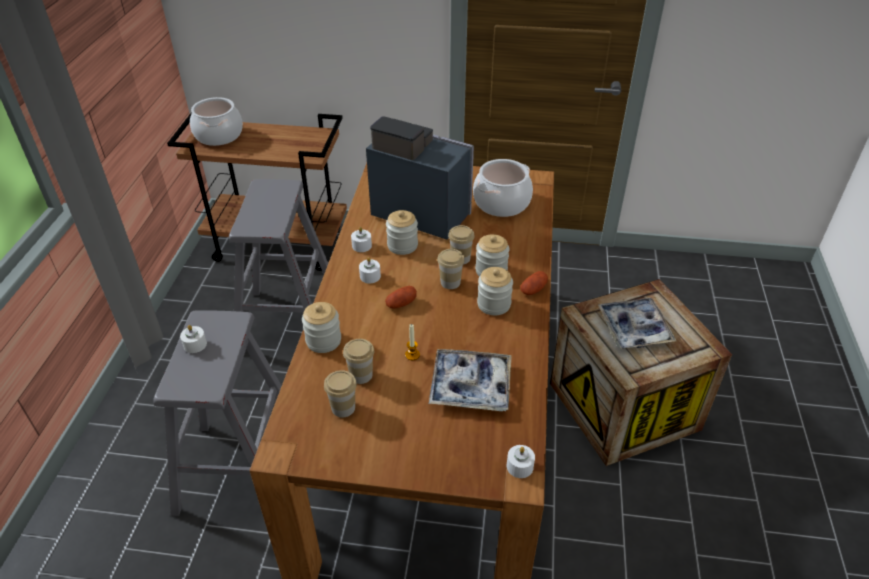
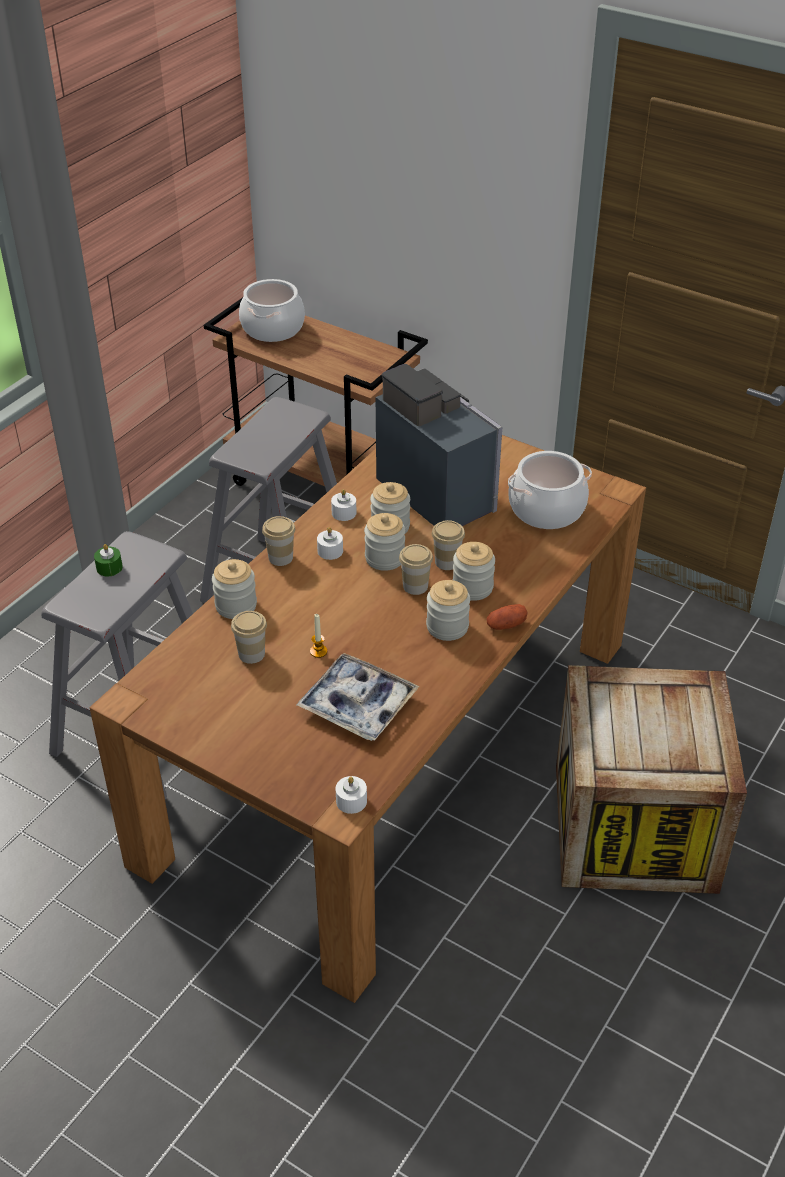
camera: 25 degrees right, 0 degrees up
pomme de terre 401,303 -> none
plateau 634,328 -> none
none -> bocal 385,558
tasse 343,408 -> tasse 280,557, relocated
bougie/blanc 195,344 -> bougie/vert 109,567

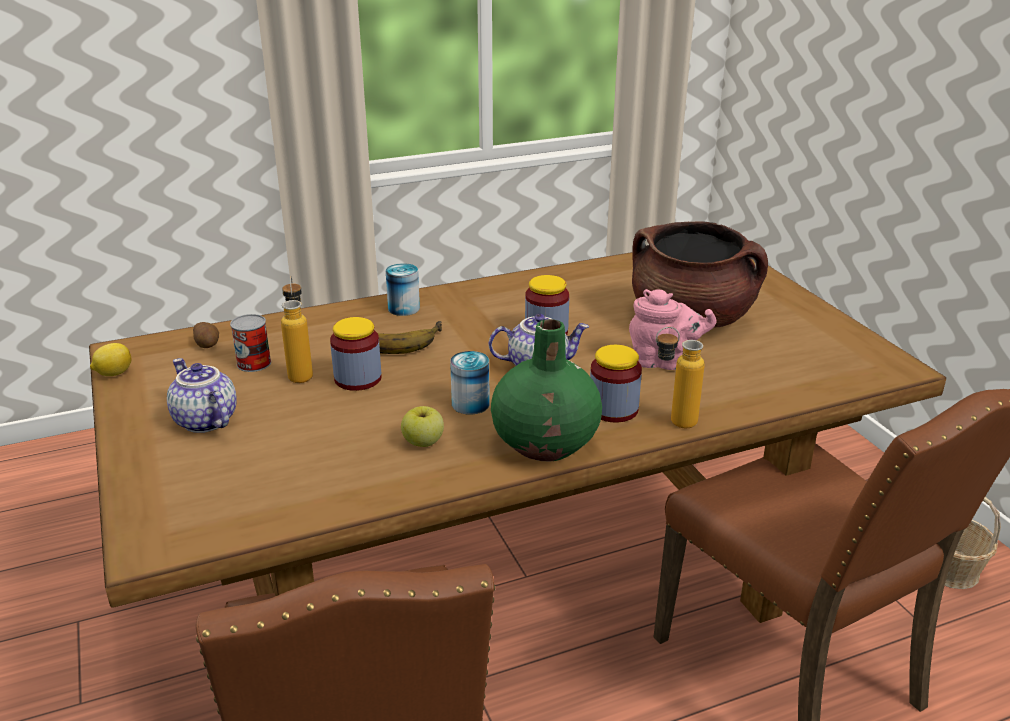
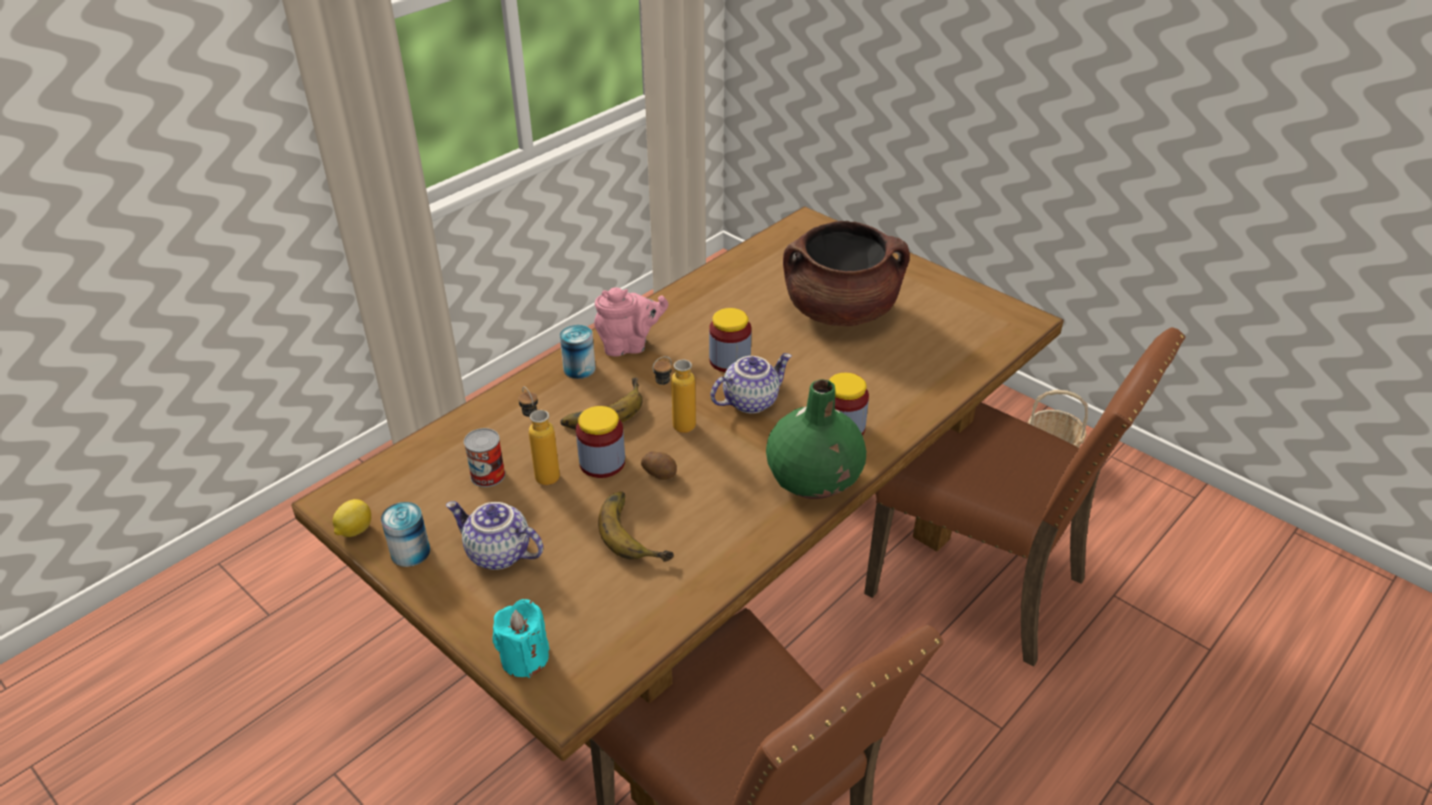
camera: 25 degrees left, 10 degrees up
pomme 423,442 -> none
none -> bougie/turquoise 524,658
none -> banane 638,530
pomme de terre 207,344 -> pomme de terre 660,473, relocated
boîte métallique 470,404 -> boîte métallique 410,552, relocated
théière/rose 664,362 -> théière/rose 629,346, relocated
bouteille 672,422 -> bouteille 675,429, relocated

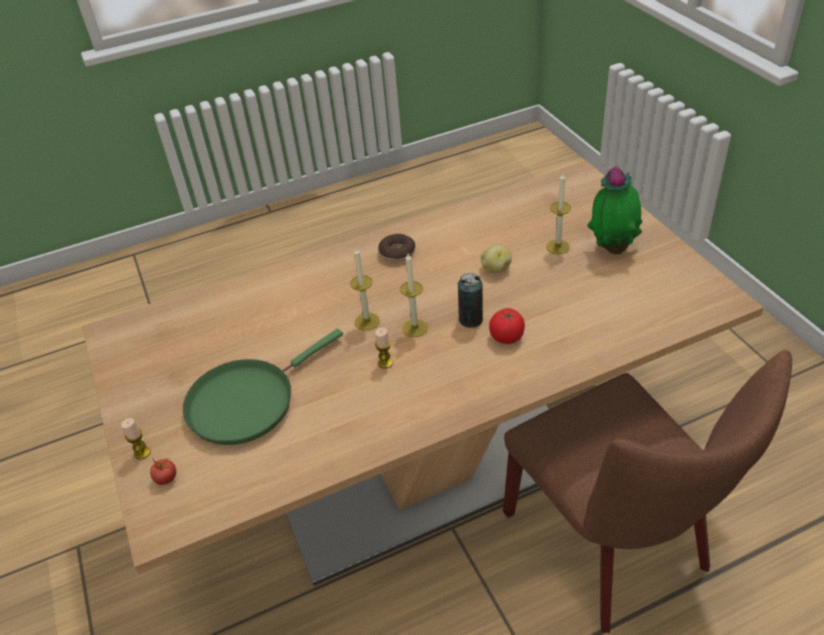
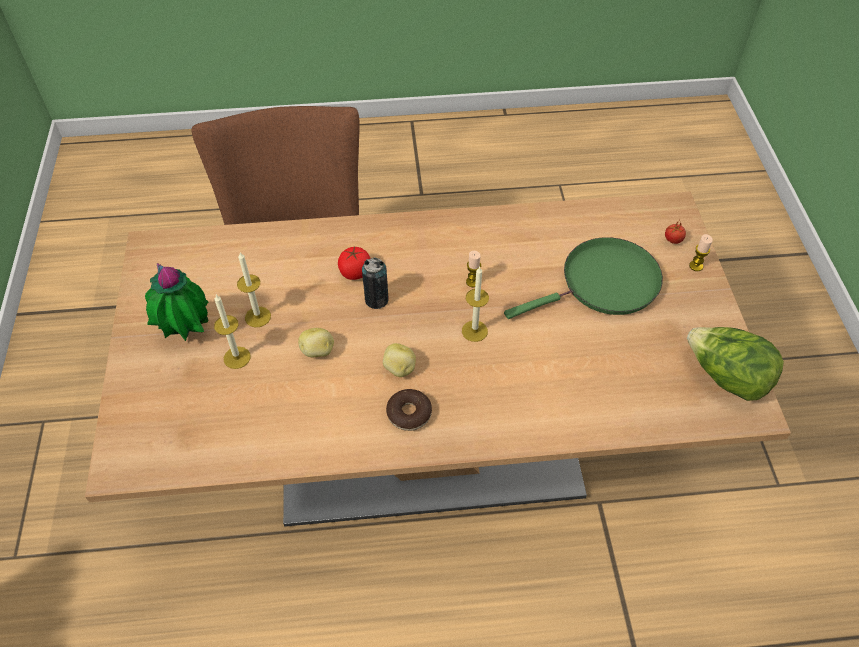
camera: 165 degrees left, 10 degrees up
none -> pomme de terre 399,369
none -> laitue 726,377
bougie 415,328 -> bougie 258,317, relocated

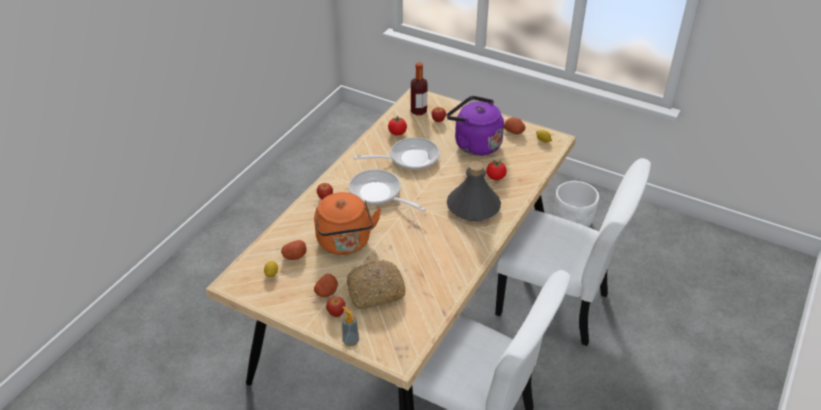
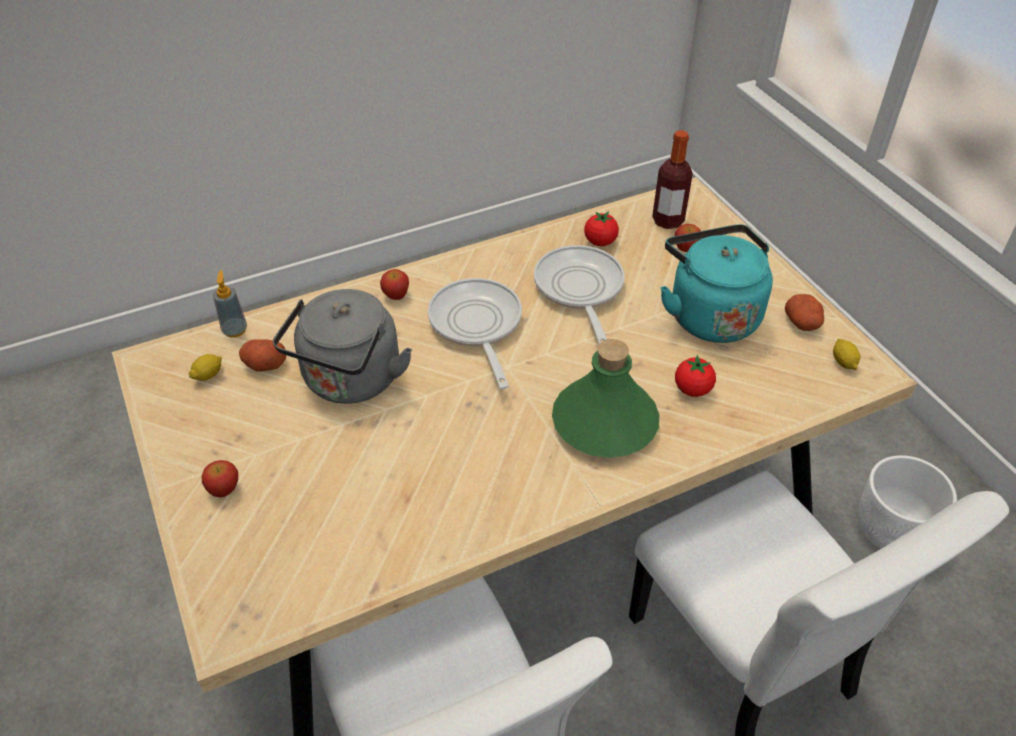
camera: 35 degrees right, 5 degrees up
pomme de terre 326,292 -> none
pain 375,291 -> none
distributeur de savon 350,341 -> distributeur de savon 235,330, relocated
bouilloire/orange 345,243 -> bouilloire/gris 350,381
bouilloire/violet 474,144 -> bouilloire/turquoise 710,314
bouteille/gris 473,207 -> bouteille/vert 604,423
poêle 409,158 -> poêle 579,290, 120 degrees counterclockwise

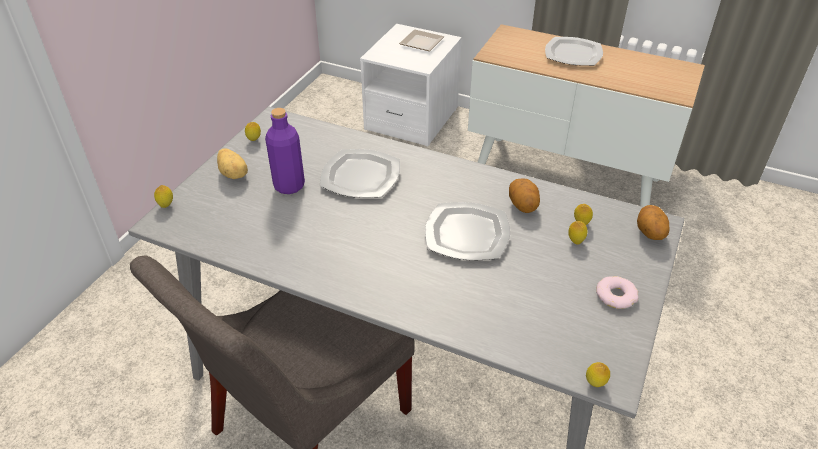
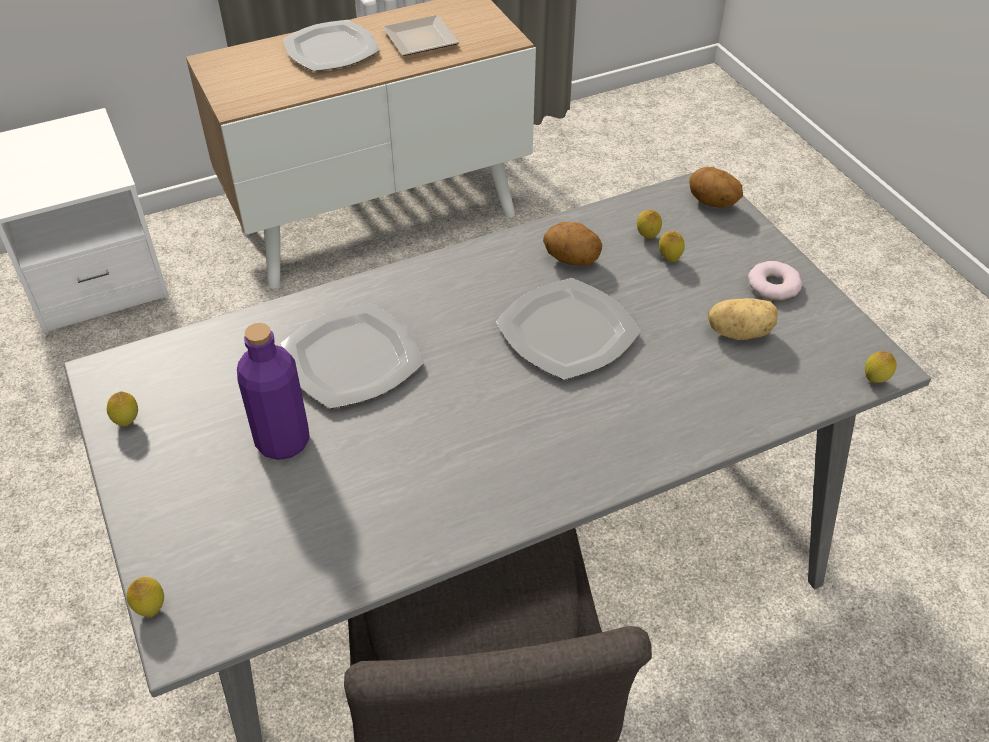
camera: 50 degrees left, 5 degrees up
pomme de terre 234,174 -> pomme de terre 739,332, relocated
assiette 420,43 -> assiette 419,41, relocated

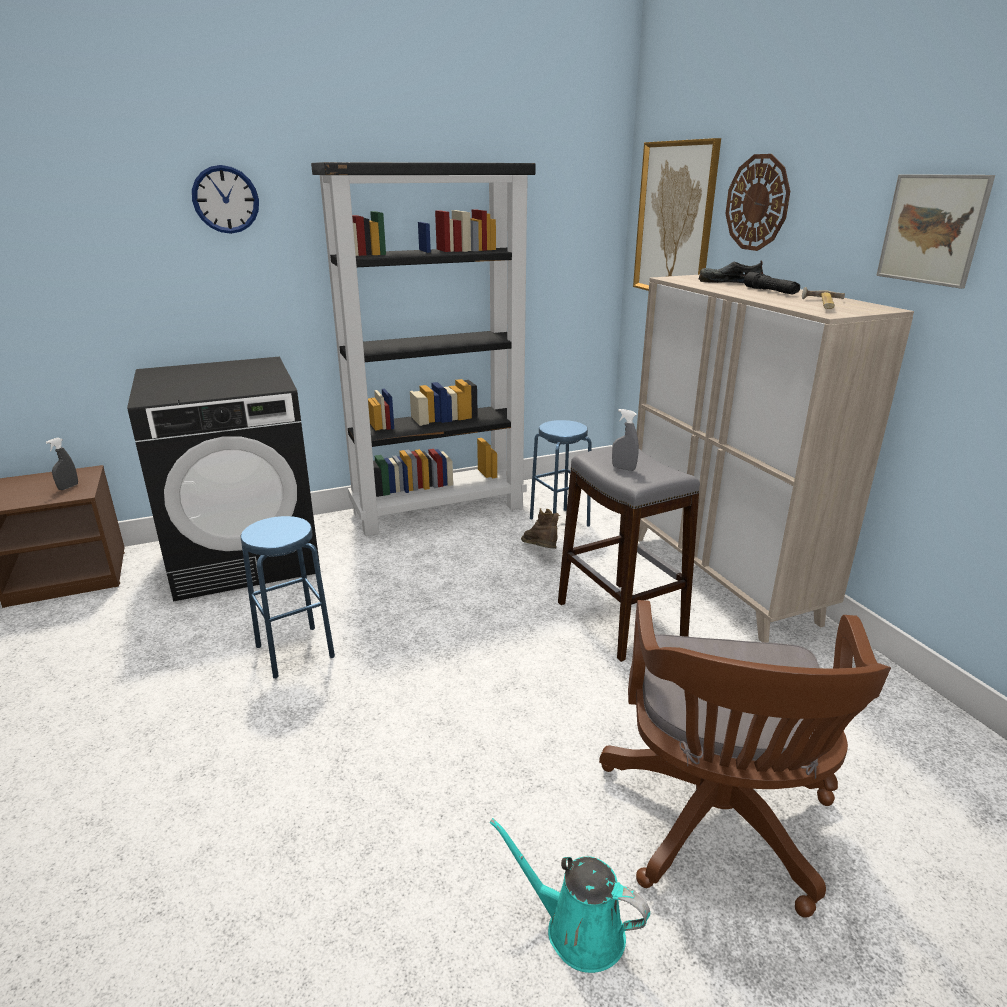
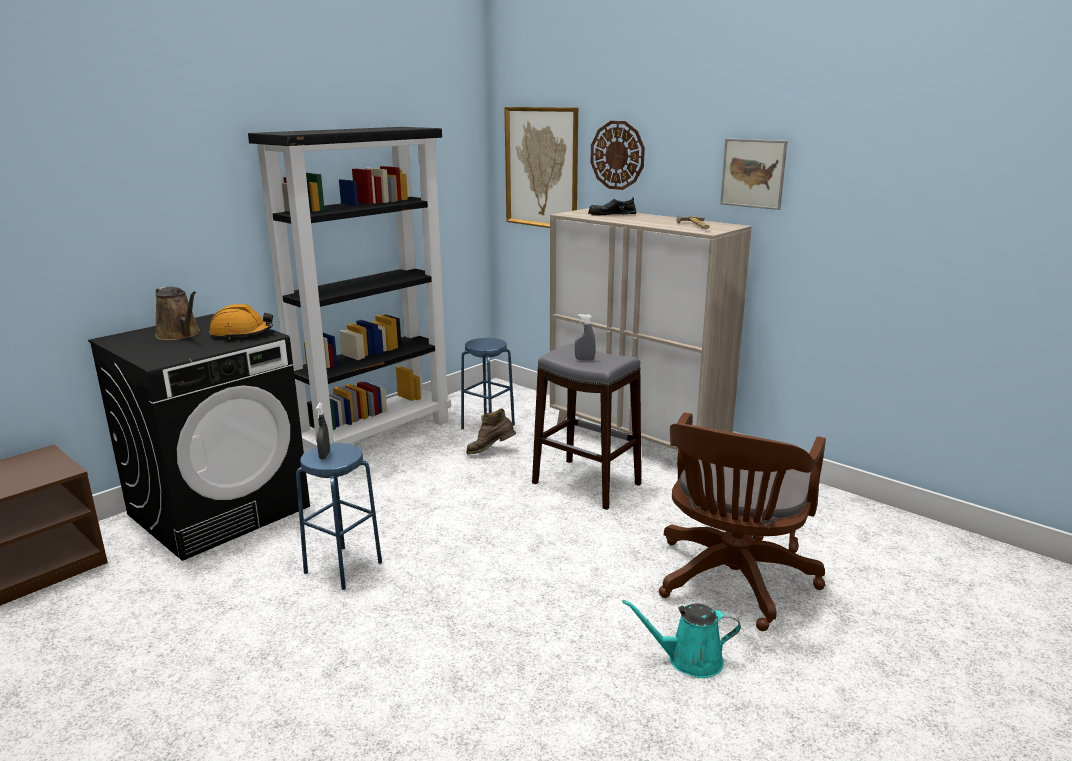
camera: 25 degrees left, 5 degrees down
horloge murale 225,199 -> none
lampe de poche/noir 770,291 -> none
none -> arrosoir/marron 180,335
none -> casque de chantier/orange 241,334
vaporisateur/gris 68,487 -> vaporisateur/gris 324,455, relocated
botte/marron 540,552 -> botte/marron 490,451, 60 degrees counterclockwise
chaise de bureau/marron 717,824 -> chaise de bureau/marron 731,583, 45 degrees clockwise

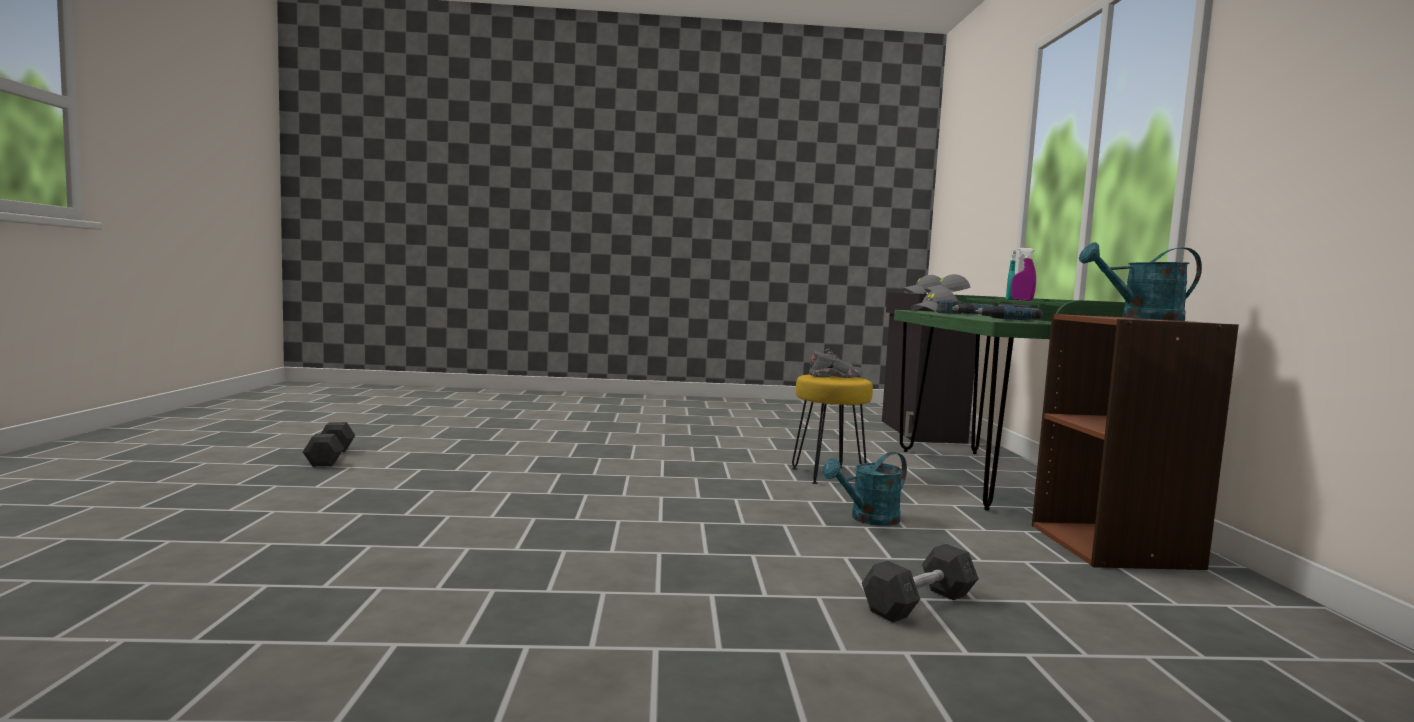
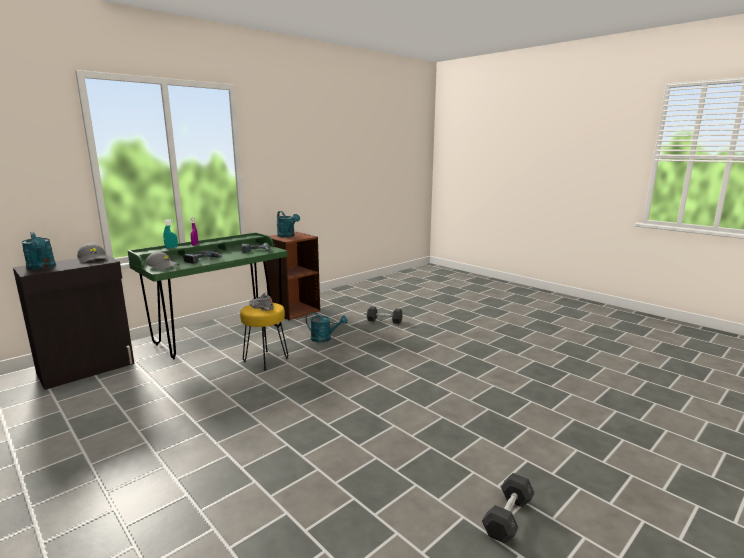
camera: 130 degrees left, 10 degrees up
casquette/gris 923,293 -> arrosoir/turquoise 42,267

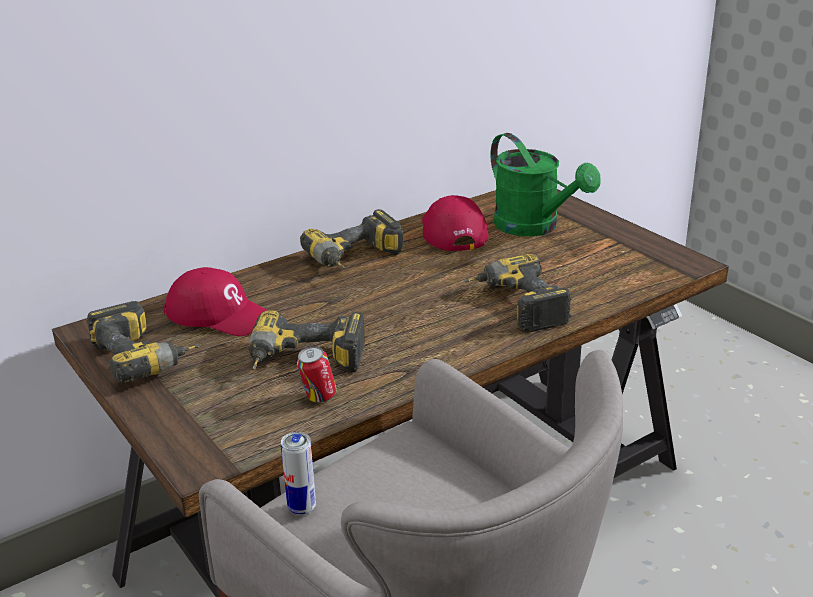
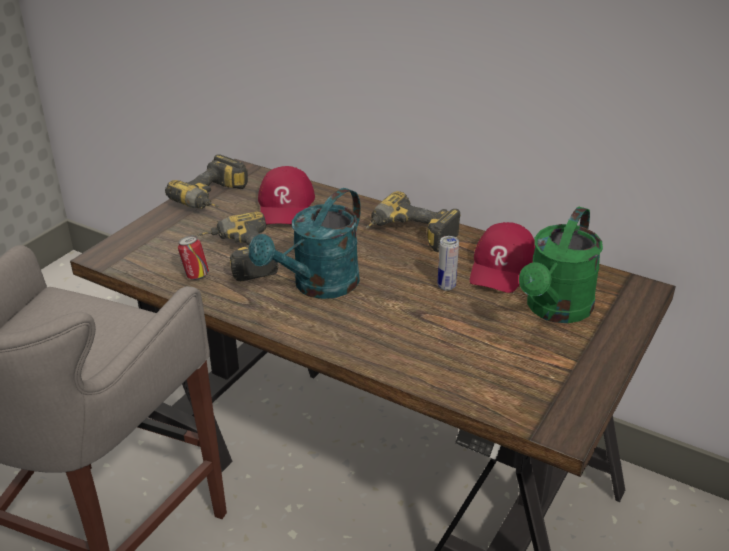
camera: 65 degrees right, 5 degrees up
perceuse 514,307 -> none
none -> arrosoir/turquoise 318,286
boîte métallique 302,507 -> boîte métallique 446,286, relocated
casquette/rouge 451,231 -> casquette/rouge 502,267, 150 degrees clockwise

